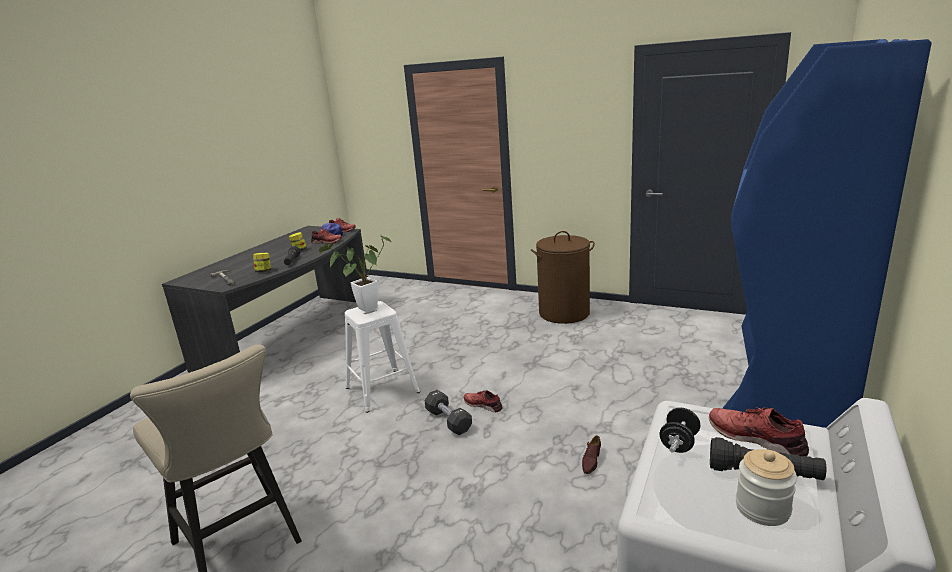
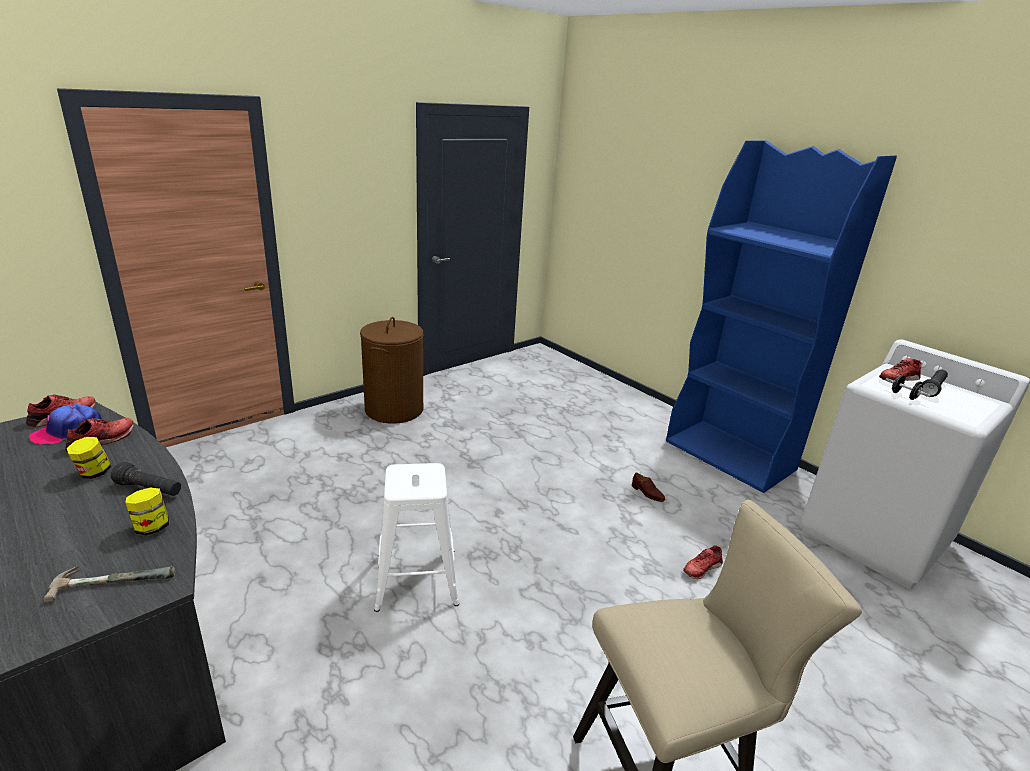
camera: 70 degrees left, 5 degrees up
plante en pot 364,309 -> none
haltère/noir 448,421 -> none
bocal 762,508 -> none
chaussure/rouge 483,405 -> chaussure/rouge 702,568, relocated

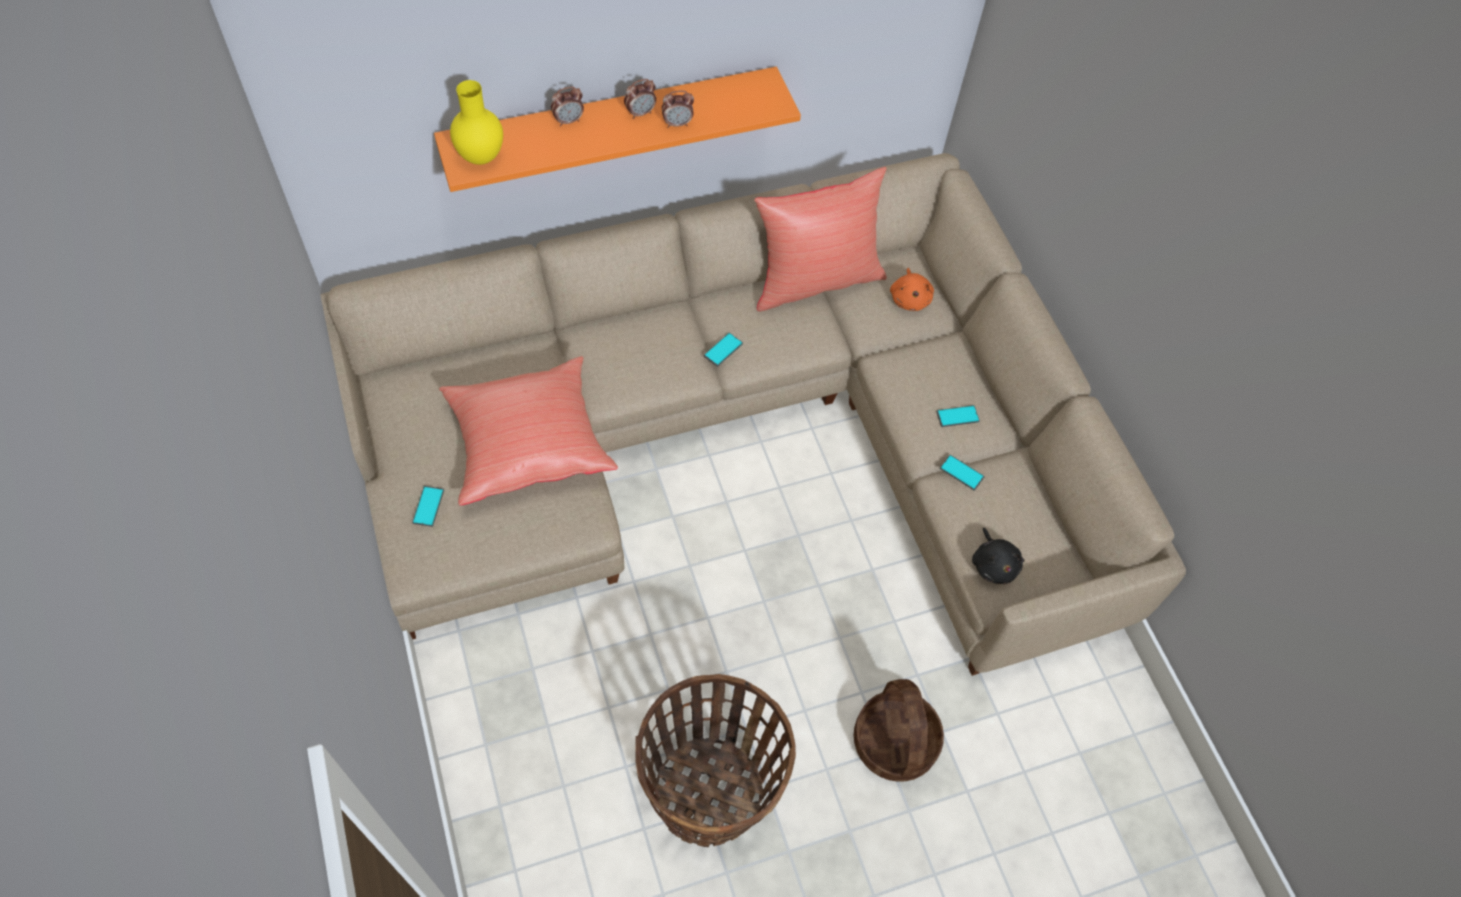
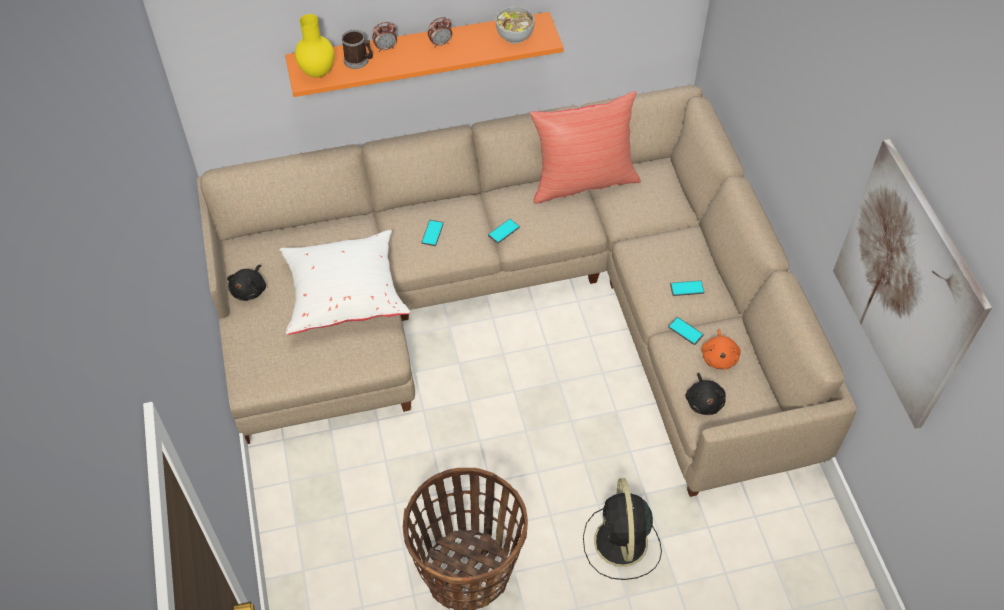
camera: 10 degrees right, 5 degrees down
réveil 677,124 -> none
none -> peluche/noir 250,290
none -> mug 359,61
none -> bol 514,36
none -> tableau 906,286
téléphone 428,506 -> téléphone 432,233, relocated
peluche/orange 910,298 -> peluche/orange 719,357, relocated
panier 895,742 -> ventilateur/noir 621,544
coussin/rouge 527,444 -> coussin/blanc 344,295

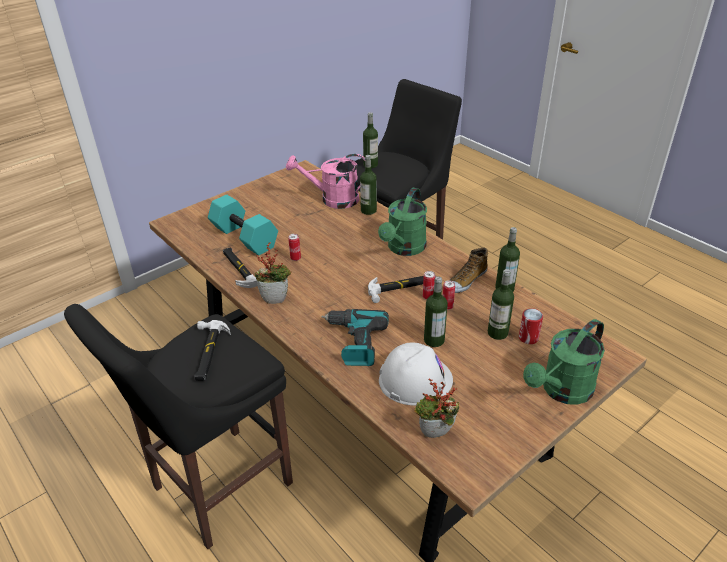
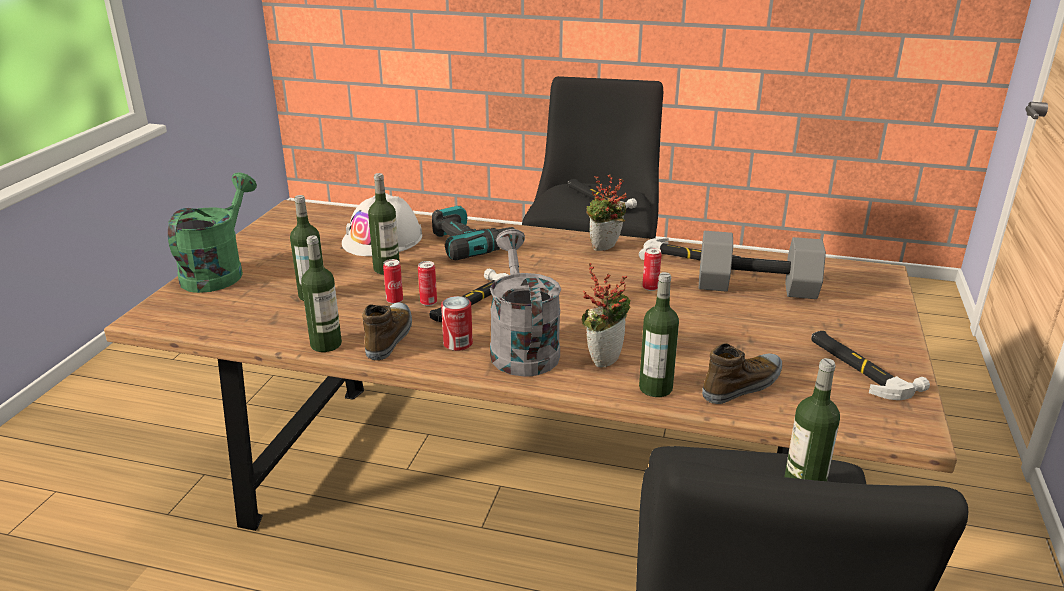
camera: 145 degrees right, 10 degrees down
none -> marteau 860,368
plante en pot 435,436 -> plante en pot 603,358, relocated
boîte métallique 528,338 -> boîte métallique 458,343, relocated
arrosoir/rose 333,200 -> chaussure 743,385
haltère/turquoise 243,237 -> haltère/gris 757,287
arrosoir/vert 404,249 -> arrosoir/gris 521,347

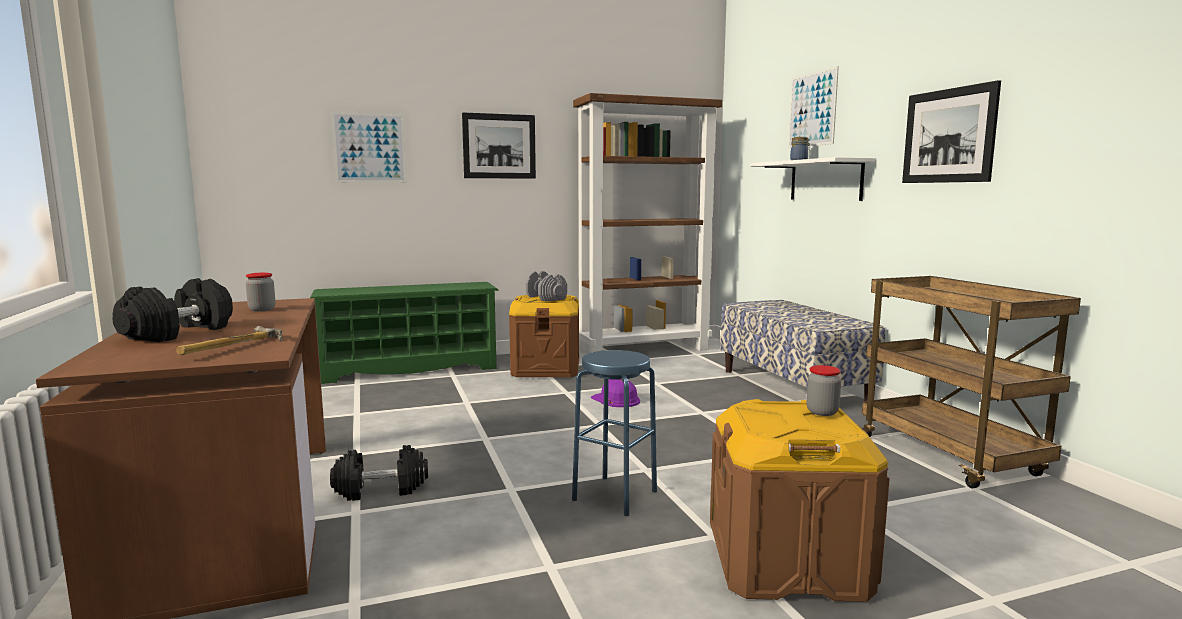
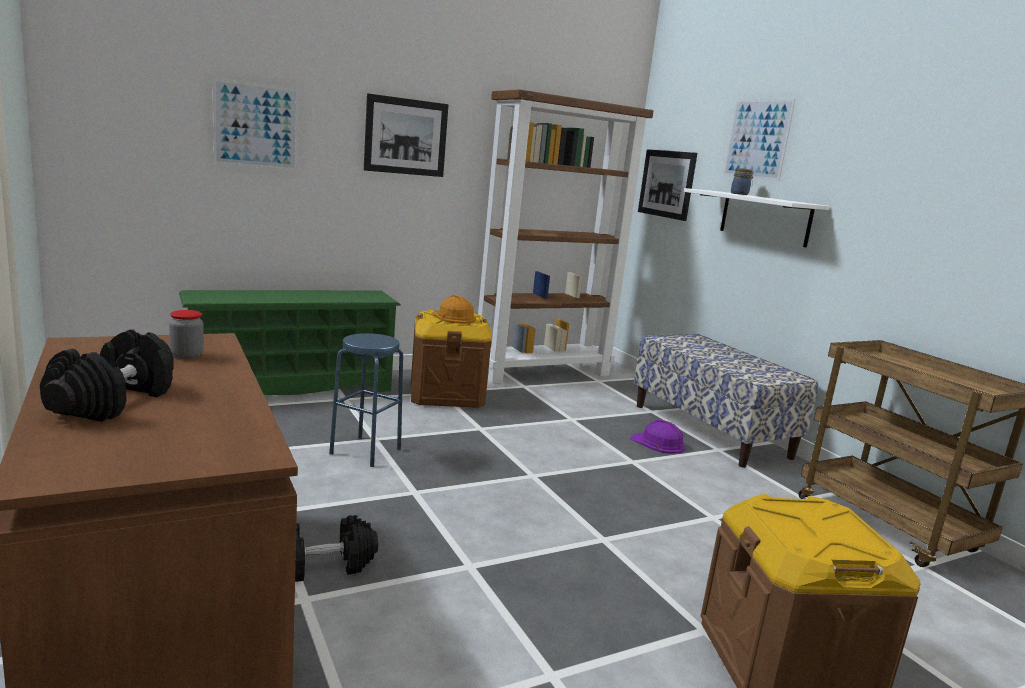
camera: 10 degrees left, 5 degrees up
marteau 238,348 -> none
bocal 822,412 -> none
tabouret/bleu 615,495 -> tabouret/bleu 365,451, relocated
casque de chantier/violet 616,400 -> casque de chantier/violet 658,443, relocated
tableau 948,136 -> tableau 666,184, relocated
haltère/gris 545,298 -> casque de chantier/orange 453,317

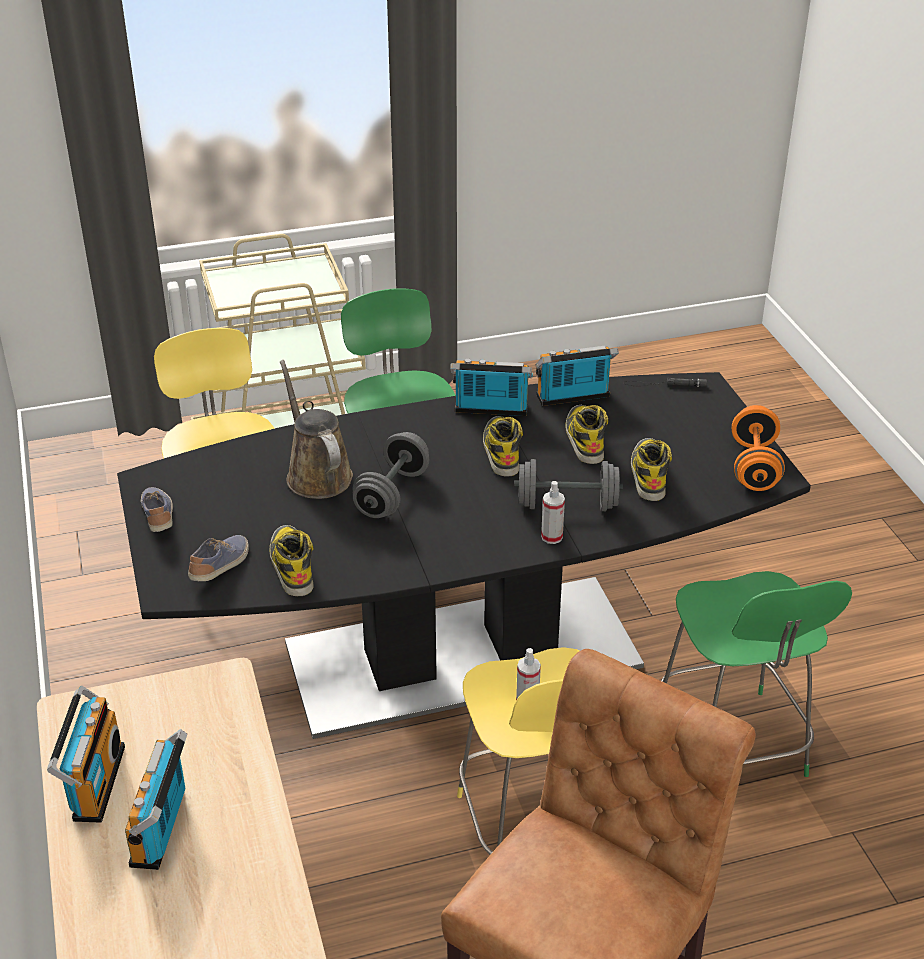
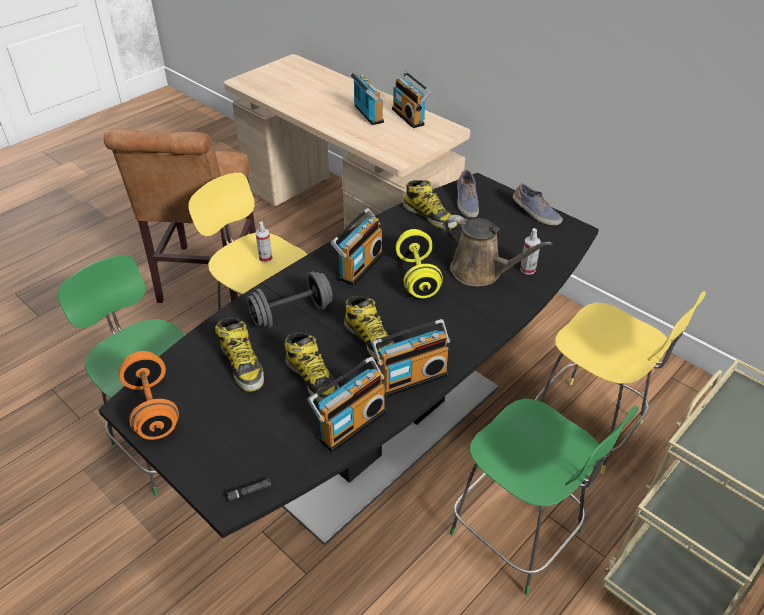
camera: 150 degrees right, 5 degrees up
none -> radio 359,266
vaporisateur 551,537 -> vaporisateur 527,269, relocated
haltère/gris 392,494 -> haltère/jaune 417,277

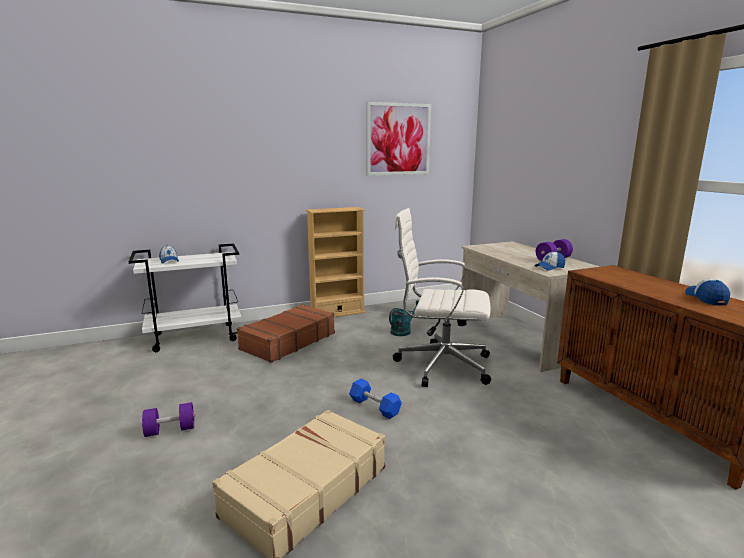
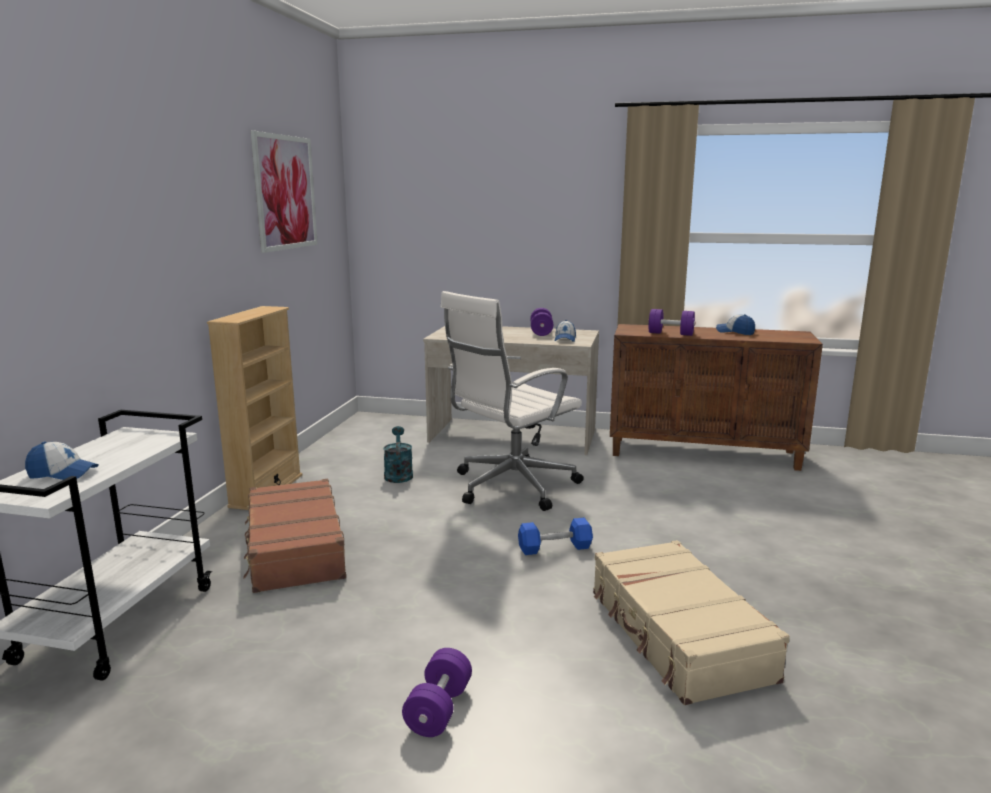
camera: 55 degrees left, 0 degrees up
none -> haltère/violet 670,334

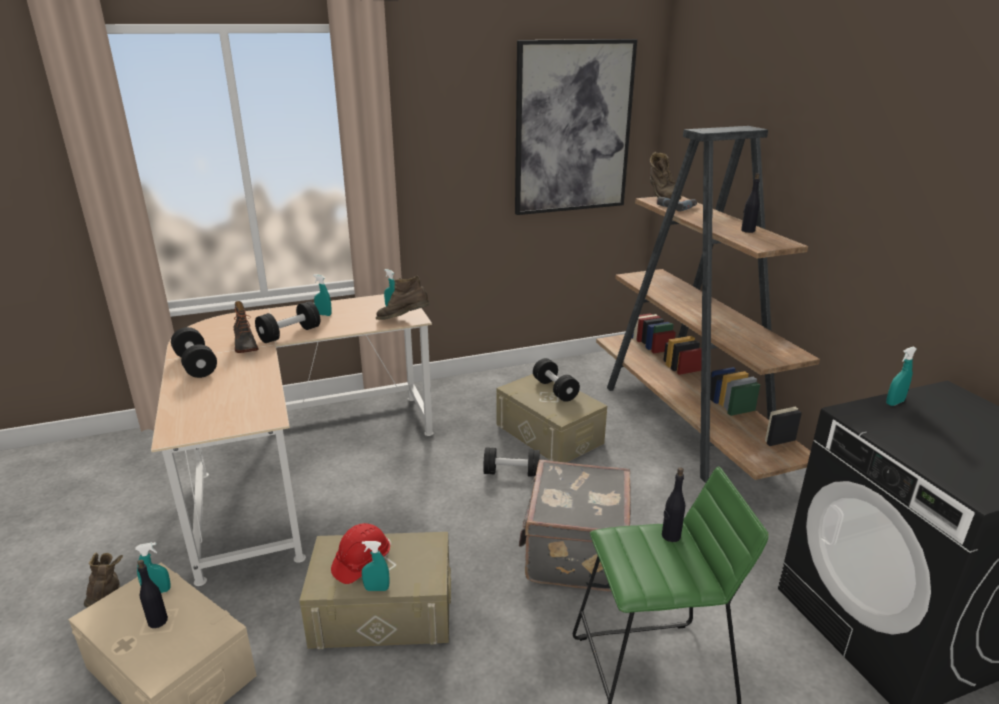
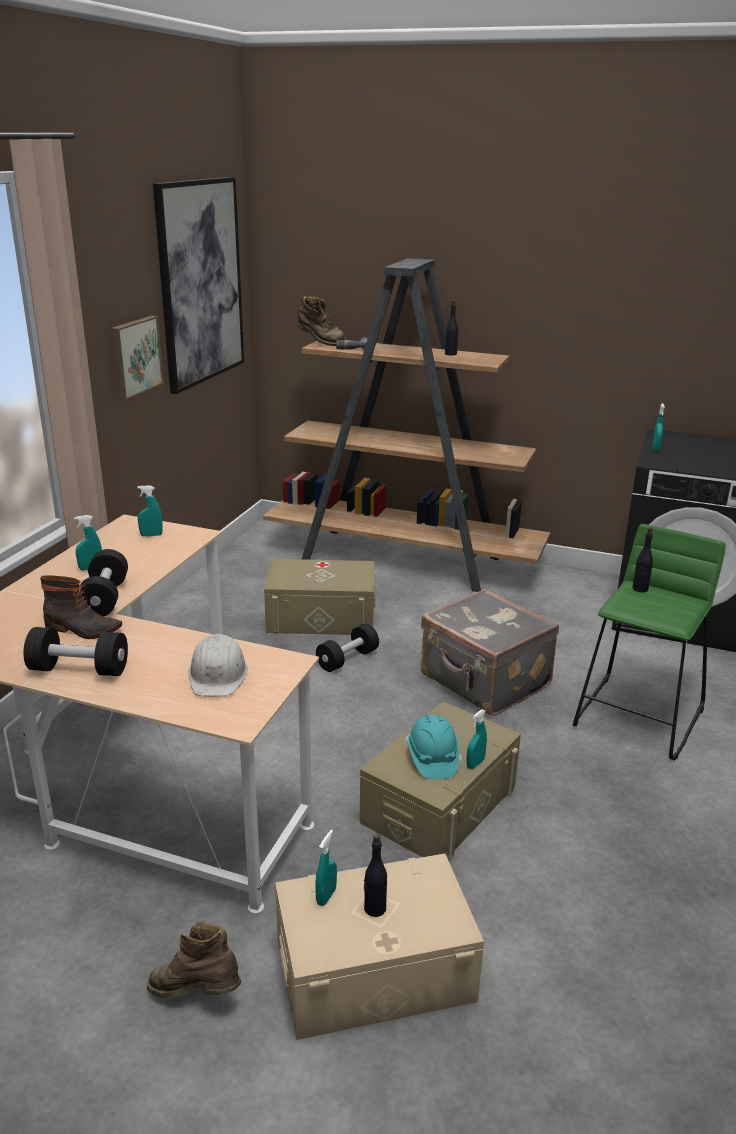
camera: 50 degrees left, 0 degrees up
botte/marron 403,321 -> none
haltère/noir 555,390 -> none
none -> tableau 134,356
none -> casque de chantier/blanc 218,674
casque de chantier/rouge 361,563 -> casque de chantier/turquoise 432,758

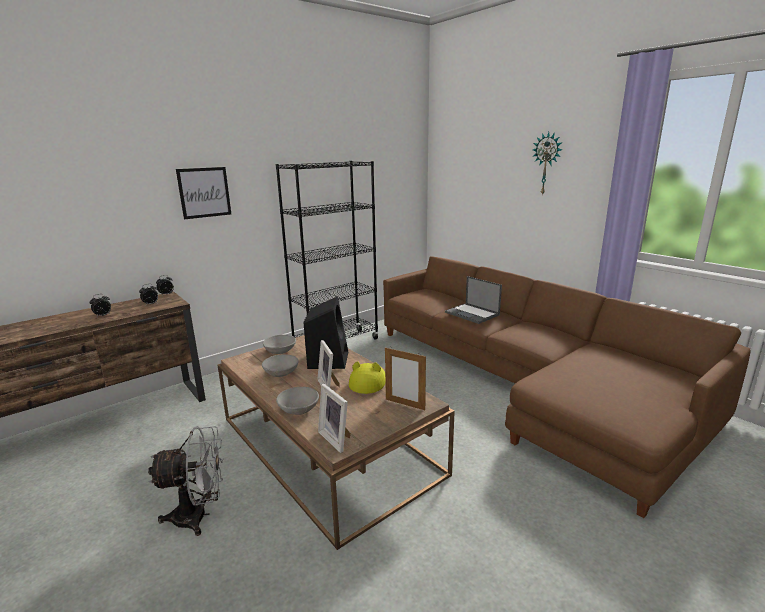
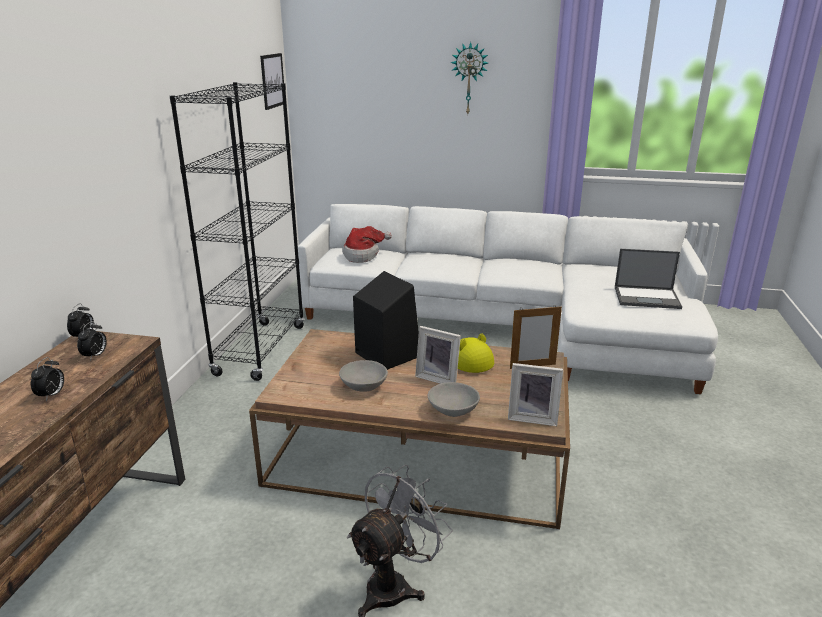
camera: 40 degrees left, 5 degrees up
bol/gris 280,351 -> none
none -> chapeau 363,255
tableau 204,192 -> tableau 272,81, relocated
ordinateur portable 472,314 -> ordinateur portable 647,297, relocated
canapé/marron 528,384 -> canapé/blanc 511,324

